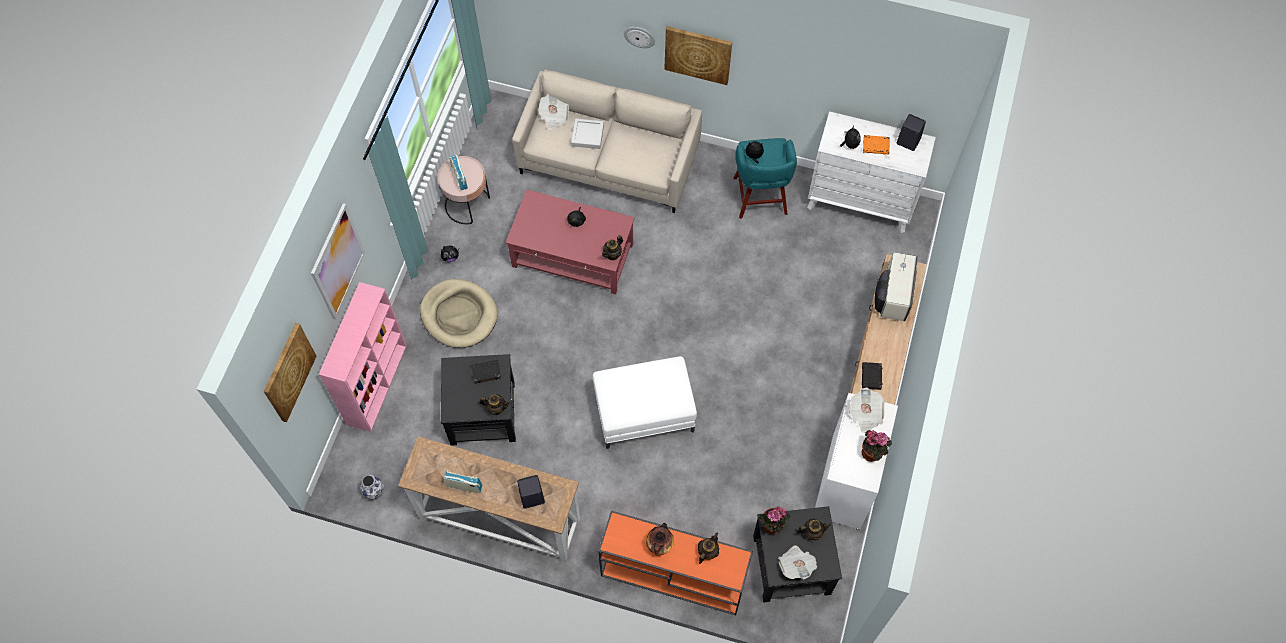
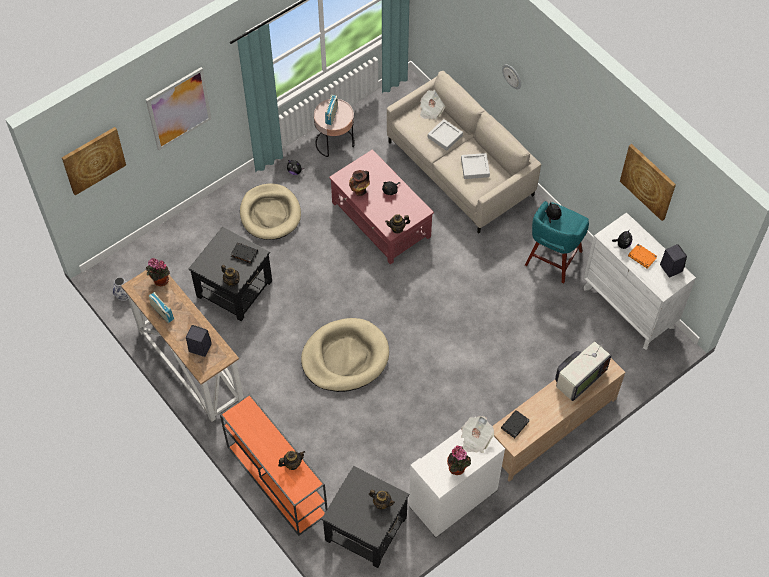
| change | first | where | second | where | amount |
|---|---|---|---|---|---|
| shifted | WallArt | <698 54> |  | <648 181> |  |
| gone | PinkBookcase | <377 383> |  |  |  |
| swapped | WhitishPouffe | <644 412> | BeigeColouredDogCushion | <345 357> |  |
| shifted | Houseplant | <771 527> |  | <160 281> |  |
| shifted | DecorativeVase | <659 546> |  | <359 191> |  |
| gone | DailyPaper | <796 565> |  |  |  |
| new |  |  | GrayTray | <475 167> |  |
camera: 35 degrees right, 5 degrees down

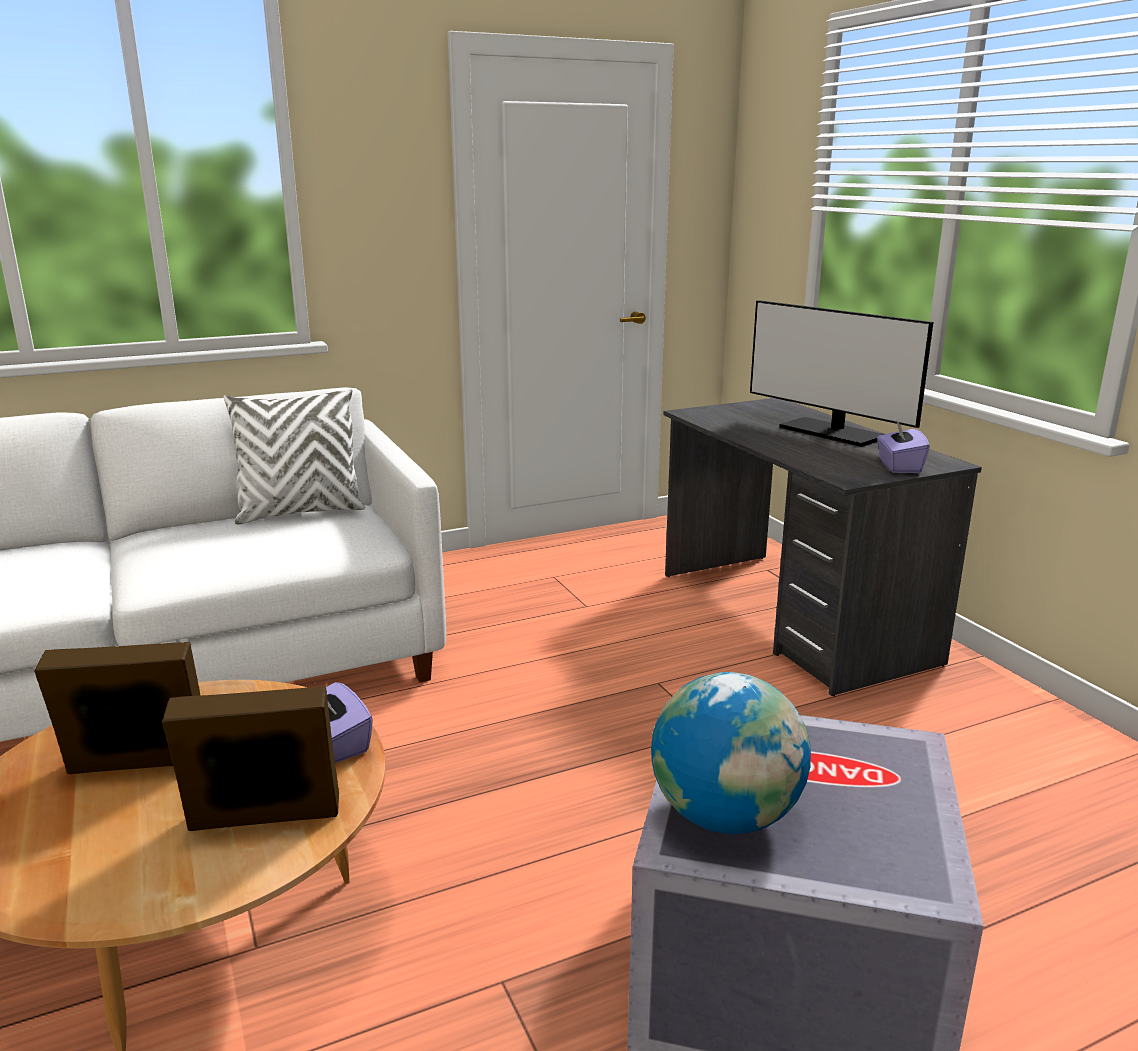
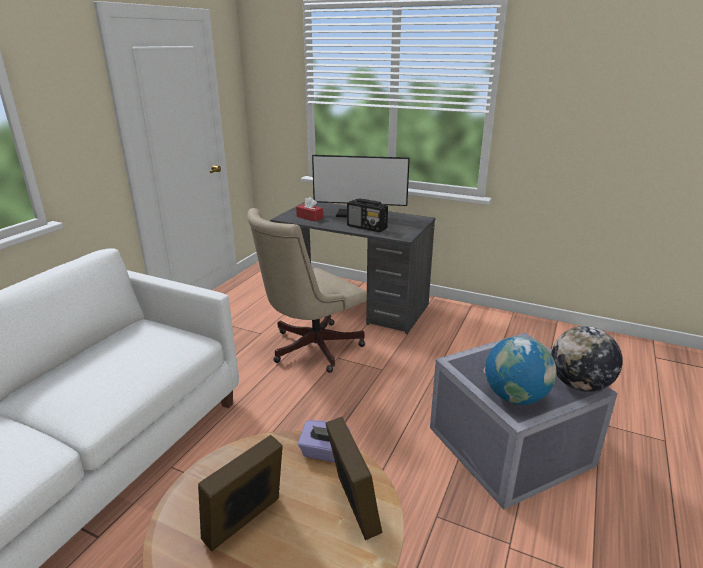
| change | first | where | second | where | amount |
|---|---|---|---|---|---|
| gone | WhitishThrowPillow | <300 513> |  |  |  |
| gone | PurpleTissueBox | <899 466> |  |  |  |
| rotated | StandingFrame | <263 822> |  | <353 506> | 120 degrees clockwise |
| new |  |  | RedTissueBox | <309 217> |  |
| new |  |  | RadioReceiver | <367 227> |  |
| new |  |  | BeigeColouredOfficeChair | <310 348> |  |
| new |  |  | Globe | <579 385> |  |
camera: 40 degrees left, 5 degrees up

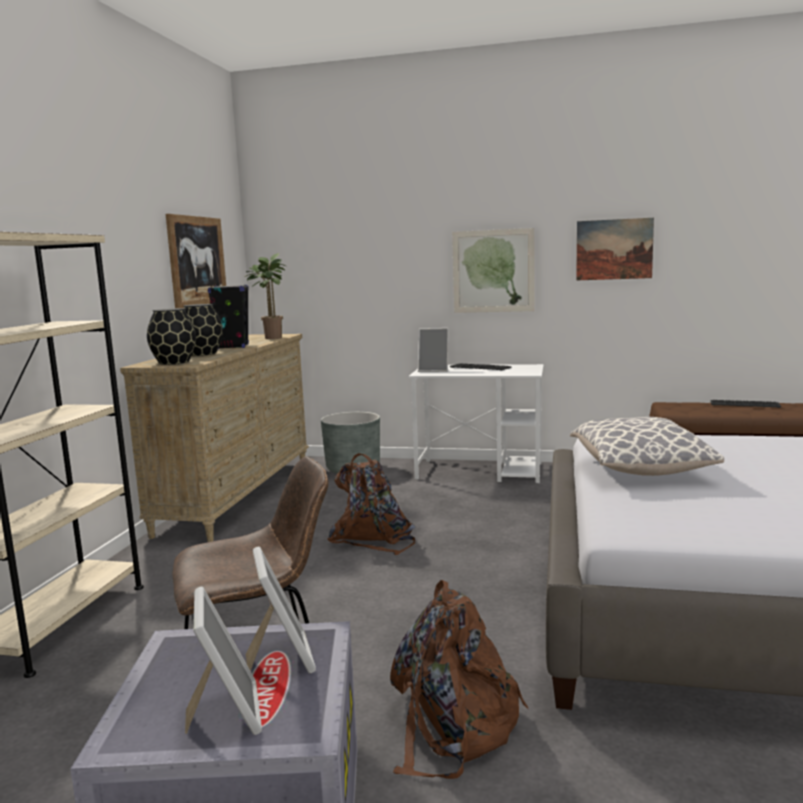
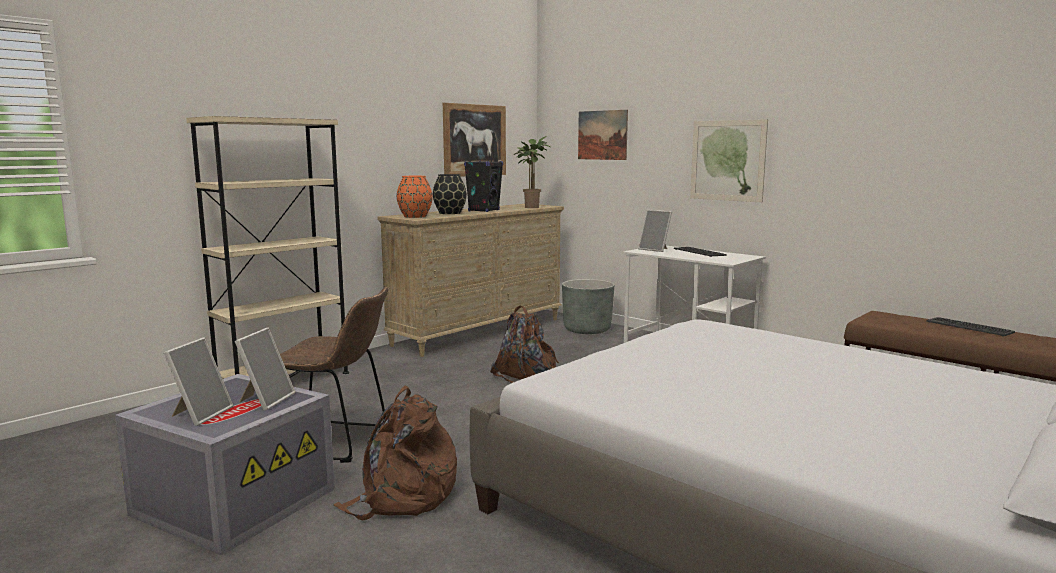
| change | first | where | second | where | amount |
|---|---|---|---|---|---|
| shifted | WallArt | <614 249> |  | <602 135> |  |
| repainted | BlackColouredDecorativeVase | <173 362> | OrangeDecorativeVase | <414 216> |  |
| gone | ThrowPillow | <640 469> |  |  |  |
camera: 30 degrees right, 0 degrees up

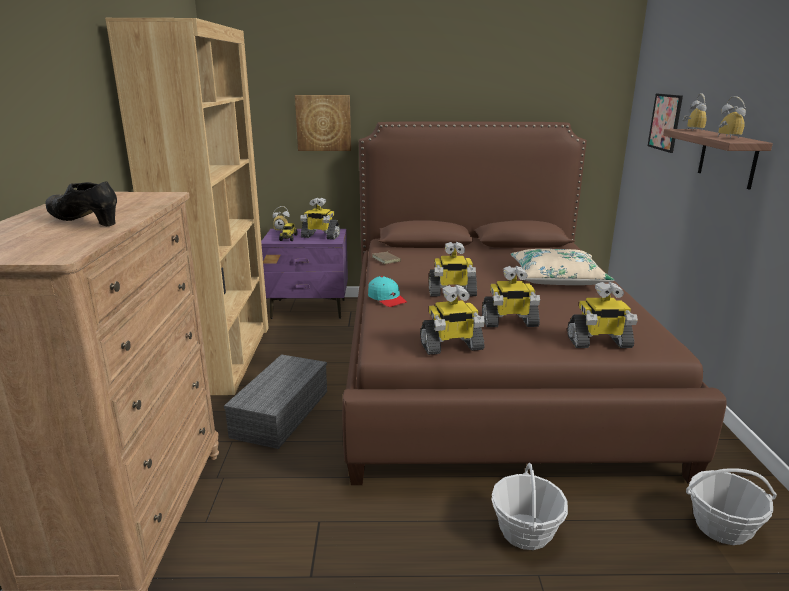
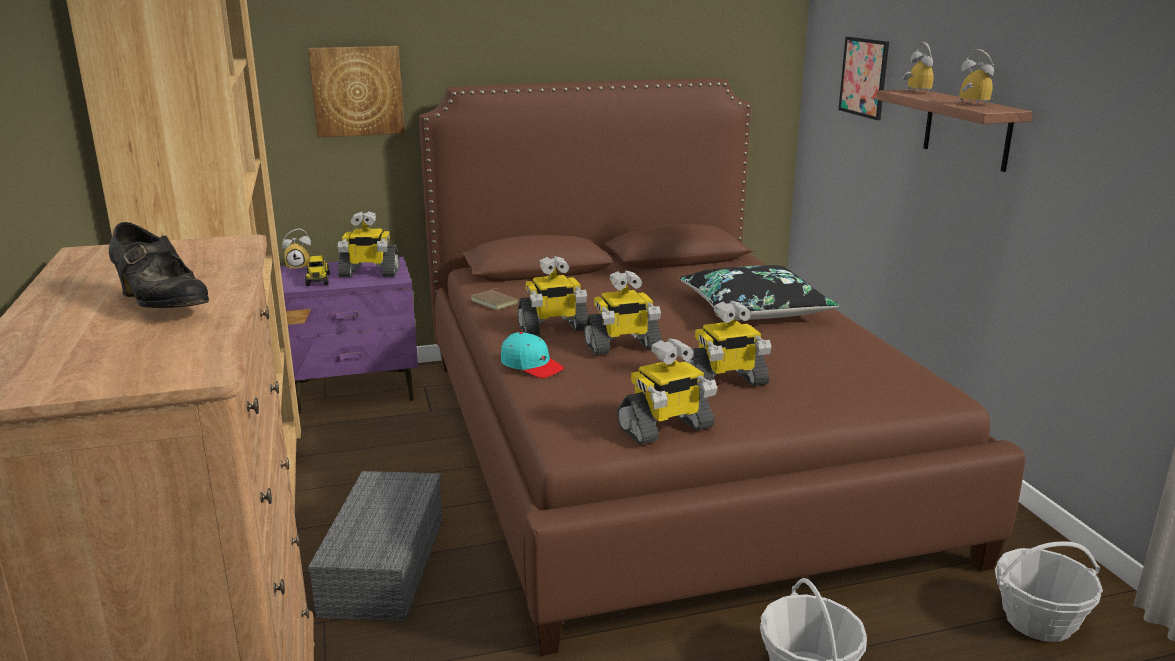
| change | first | where | second | where | amount |
|---|---|---|---|---|---|
| rotated | BlackColouredShoe | <85 222> |  | <161 305> | 150 degrees counterclockwise |
| repainted | BeigeColouredThrowPillow | <557 278> | BlackColouredThrowPillow | <754 309> |  |
| shifted | ToyRobot | <599 342> |  | <553 328> |  |
camera: 15 degrees left, 0 degrees up

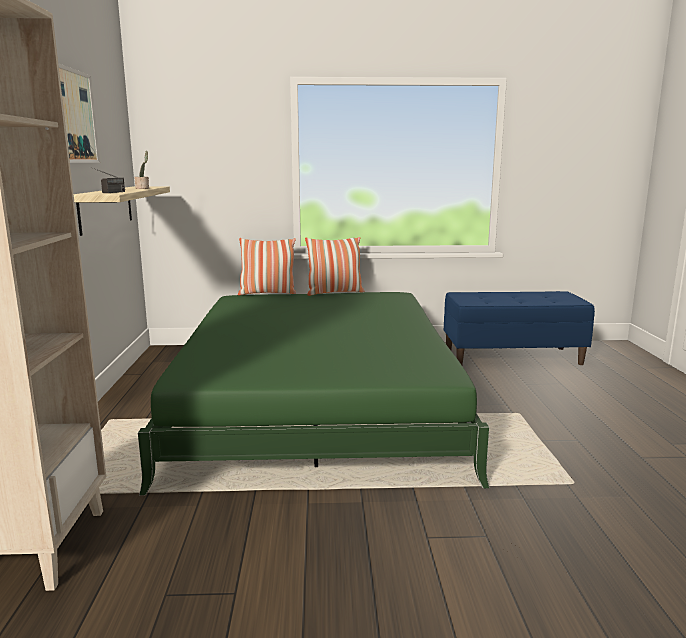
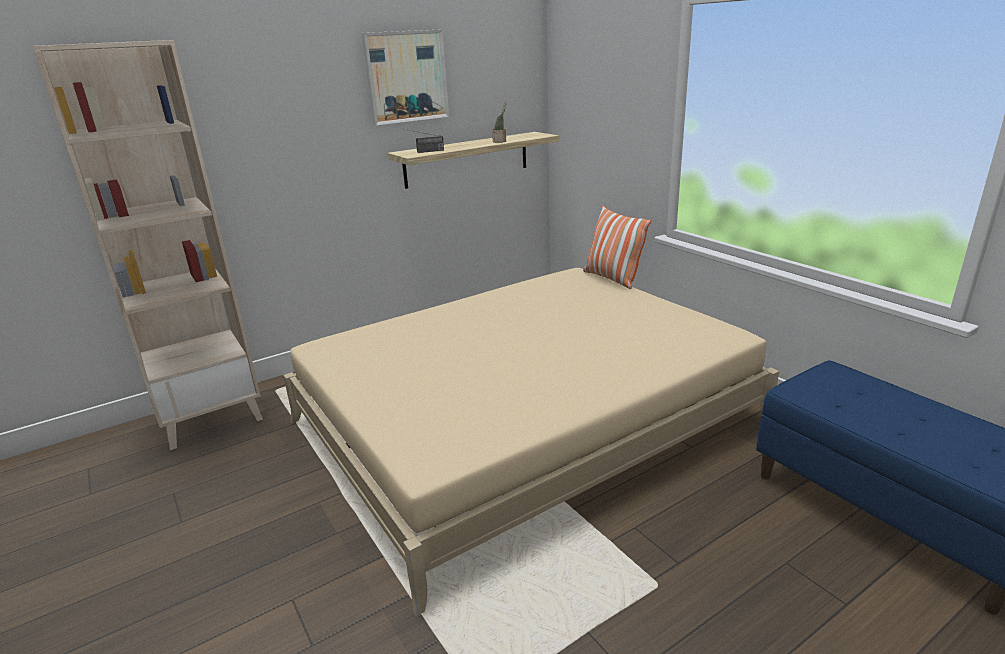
| change | first | where | second | where | amount |
|---|---|---|---|---|---|
| gone | ThrowPillow | <334 292> |  |  |  |
| repainted | GreenBed | <317 401> | BeigeColouredBed | <524 421> |  |
camera: 60 degrees right, 10 degrees up

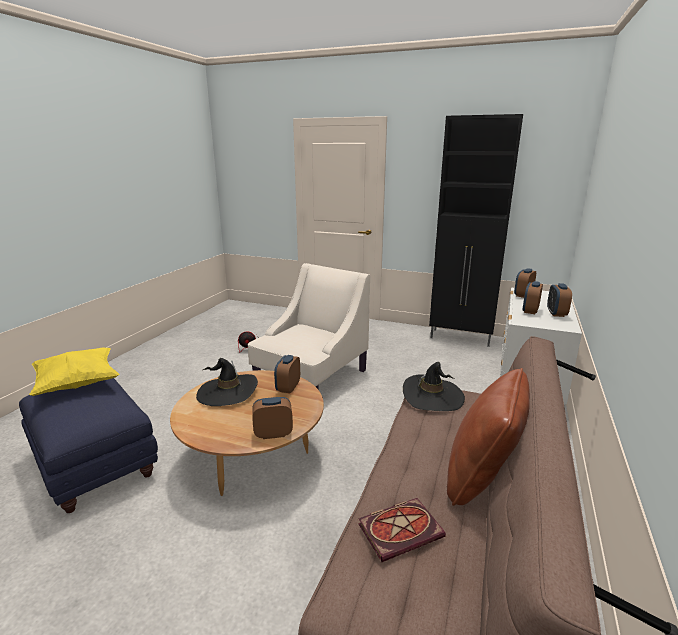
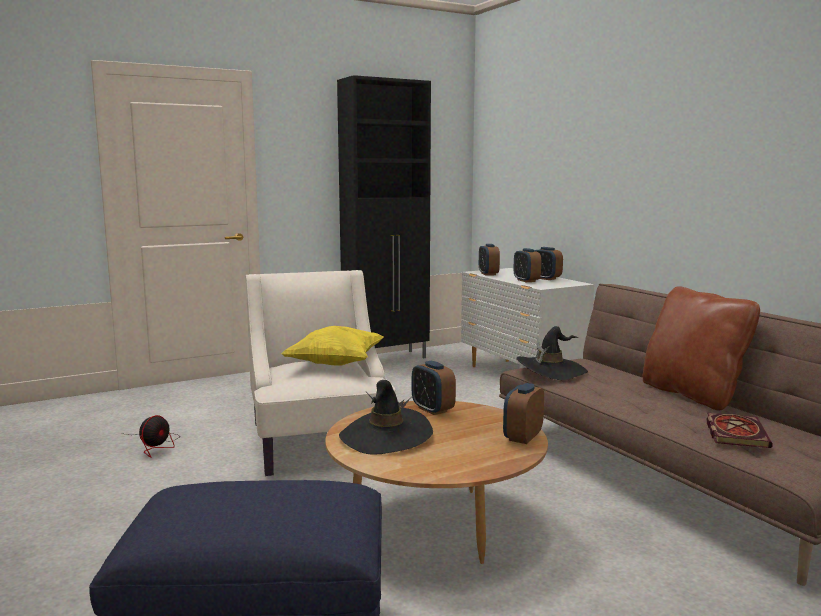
| change | first | where | second | where | amount |
|---|---|---|---|---|---|
| shifted | YellowColouredThrowPillow | <78 384> |  | <335 364> |  |
camera: 50 degrees left, 10 degrees down

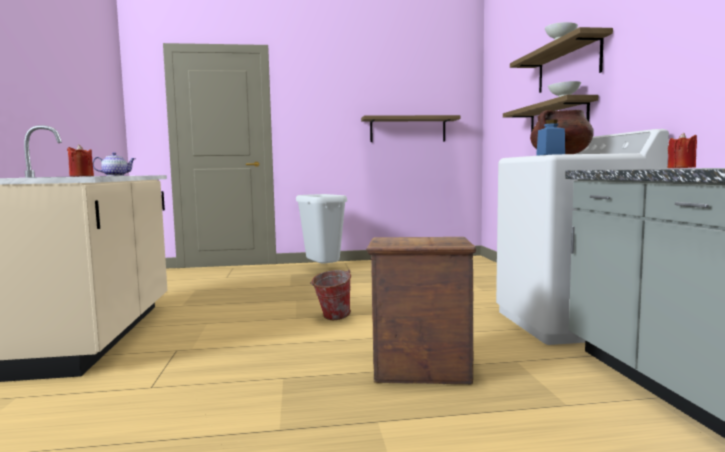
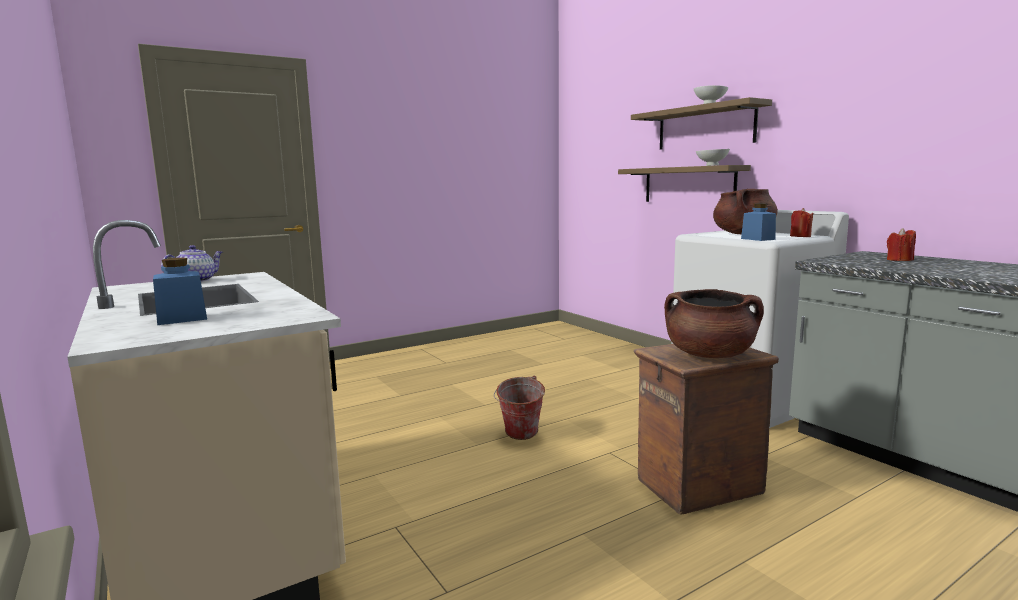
| change | first | where | second | where | amount |
|---|---|---|---|---|---|
| gone | WallShelf | <408 129> |  |  |  |
| shifted | RedWaxLight | <81 176> |  | <800 236> |  |
| gone | GrayWasteBin | <323 271> |  |  |  |
| new |  |  | BluishPreserveJar | <182 319> |  |
| new |  |  | BrownColouredCookingPot | <709 355> |  |
camera: 25 degrees left, 5 degrees up

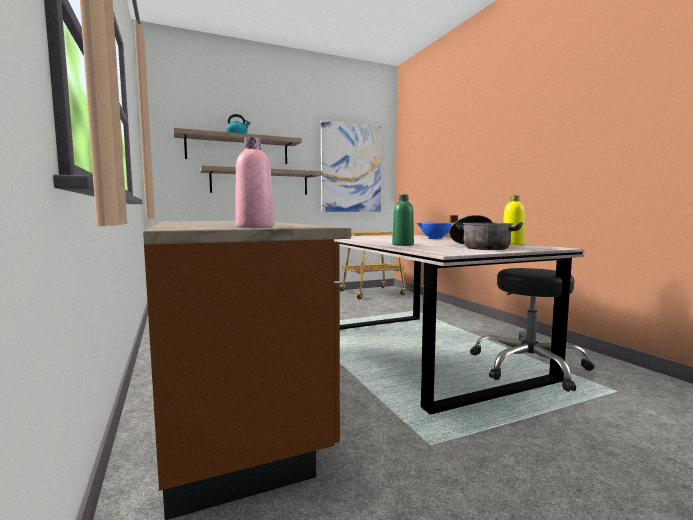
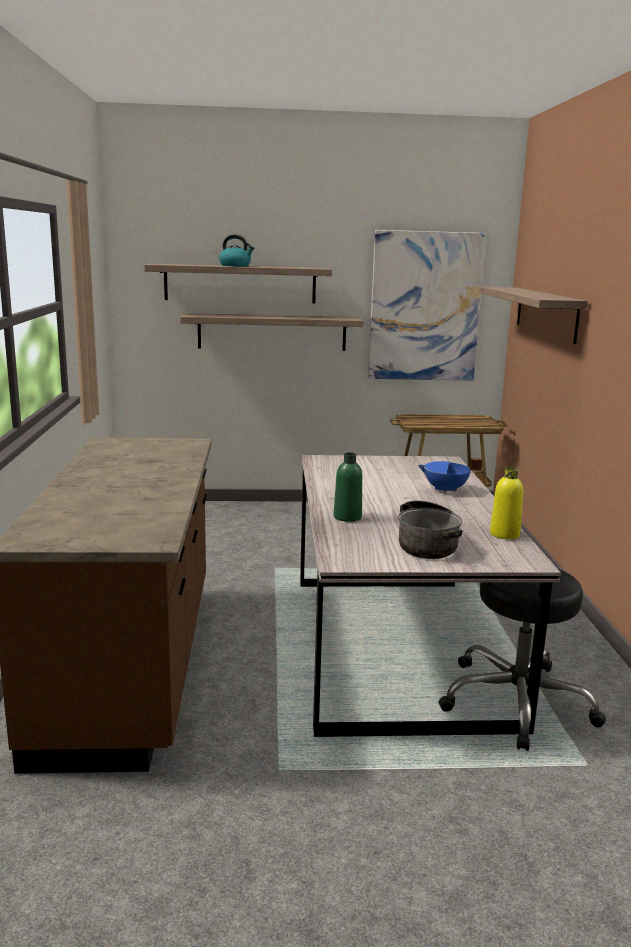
| change | first | where | second | where | amount |
|---|---|---|---|---|---|
| gone | PinkBottle | <255 227> |  |  |  |
| new |  |  | WallShelf | <546 313> |  |
camera: 20 degrees right, 10 degrees up

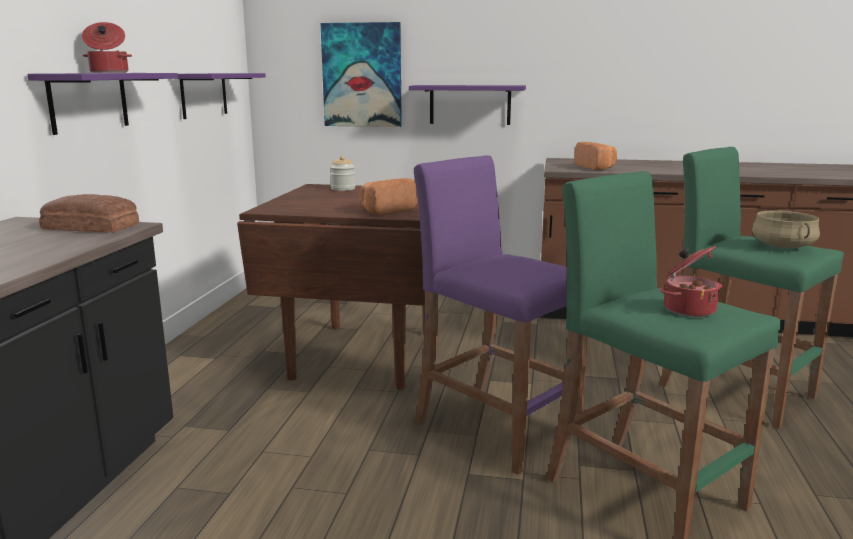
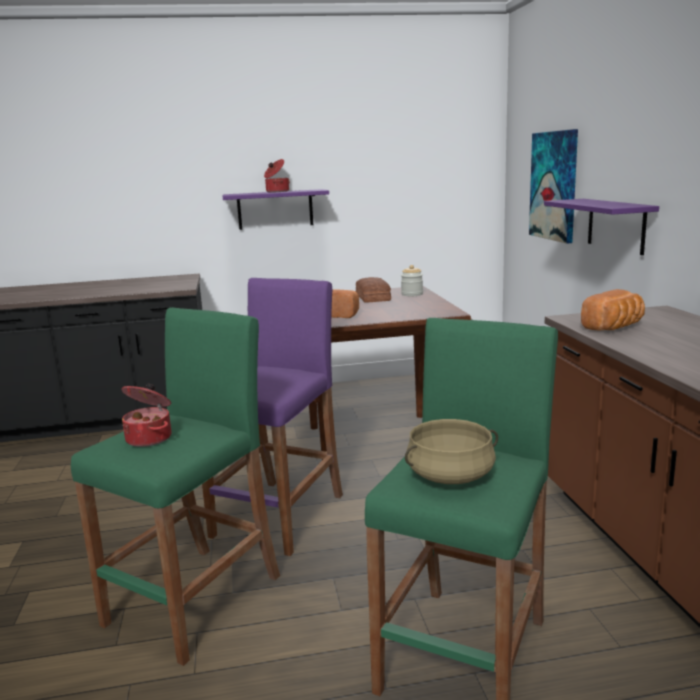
| change | first | where | second | where | amount |
|---|---|---|---|---|---|
| gone | PurpleWallShelf | <204 95> |  |  |  |
| shifted | Bread | <91 226> |  | <373 297> |  |
camera: 70 degrees right, 0 degrees up

